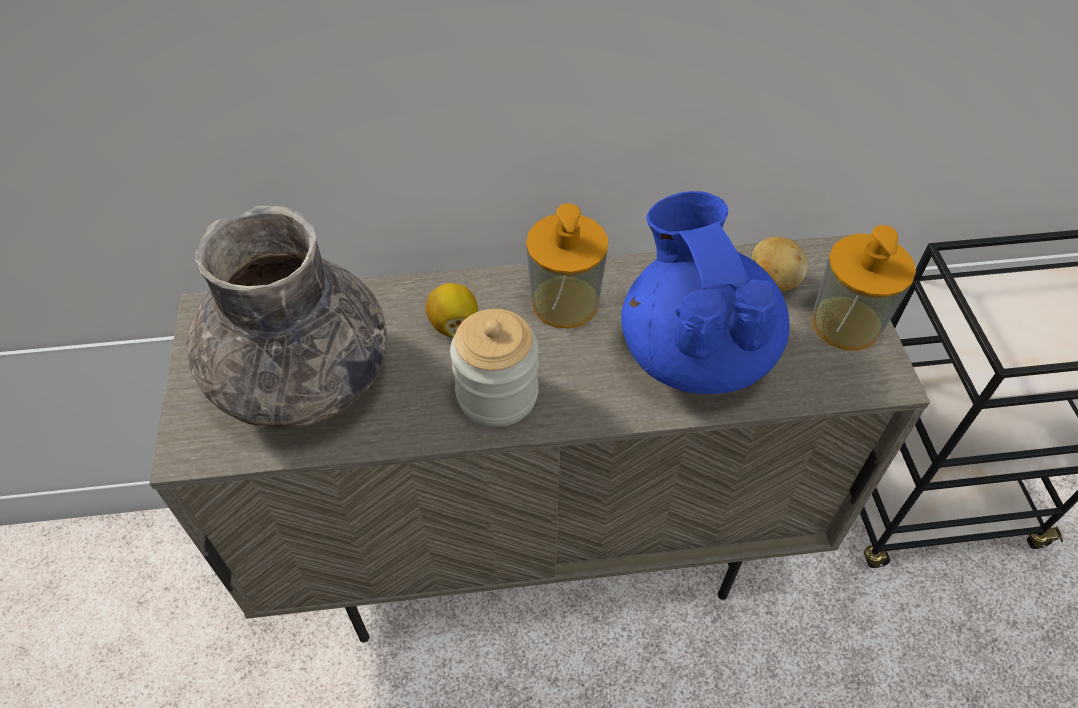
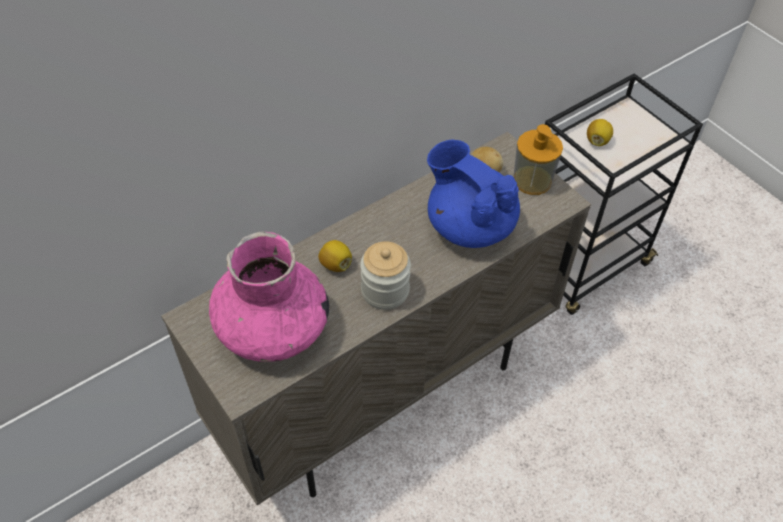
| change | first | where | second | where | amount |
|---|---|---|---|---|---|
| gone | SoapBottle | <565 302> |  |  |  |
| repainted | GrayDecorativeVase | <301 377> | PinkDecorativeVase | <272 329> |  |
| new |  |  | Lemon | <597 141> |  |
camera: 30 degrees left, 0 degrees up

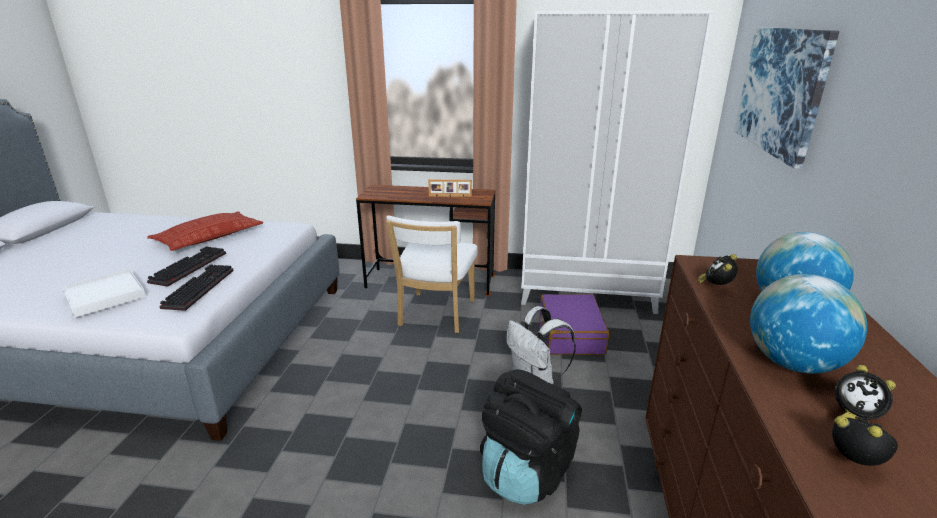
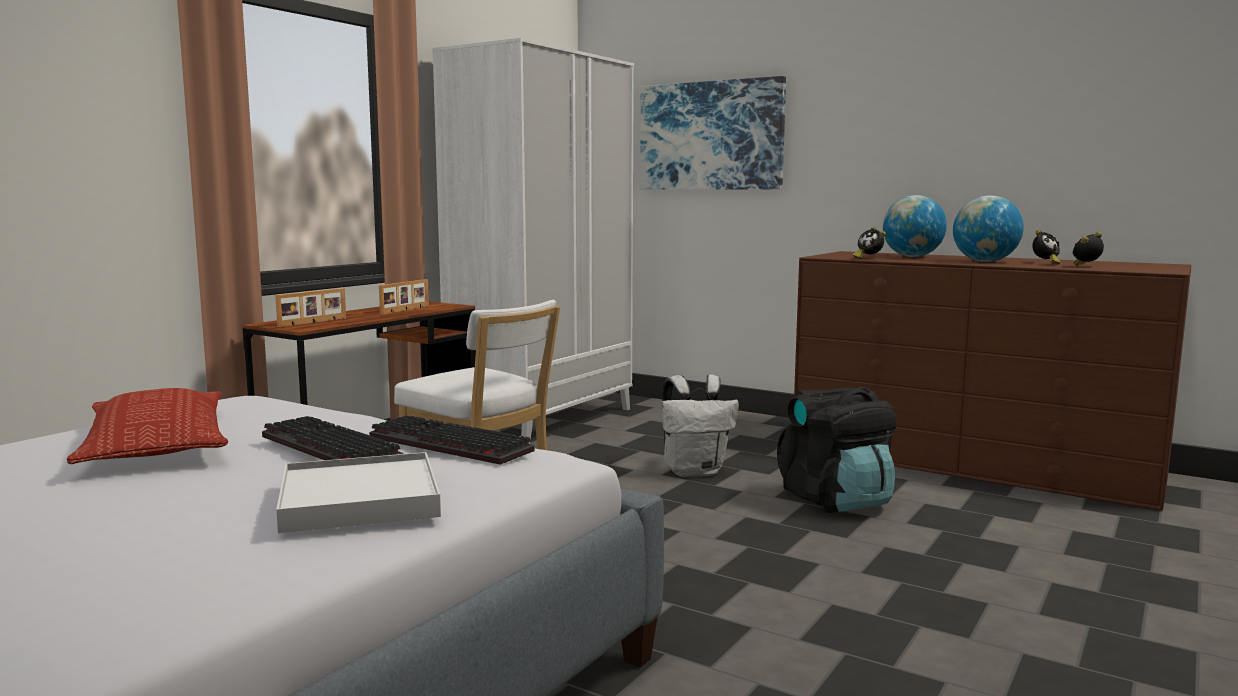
| change | first | where | second | where | amount |
|---|---|---|---|---|---|
| gone | PurplePieceOfLuggage | <570 334> |  |  |  |
| new |  |  | StandingFrame | <313 322> |  |
camera: 65 degrees left, 15 degrees down

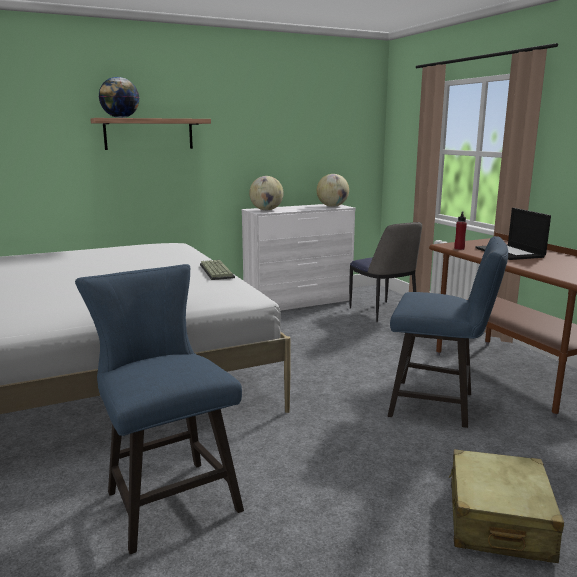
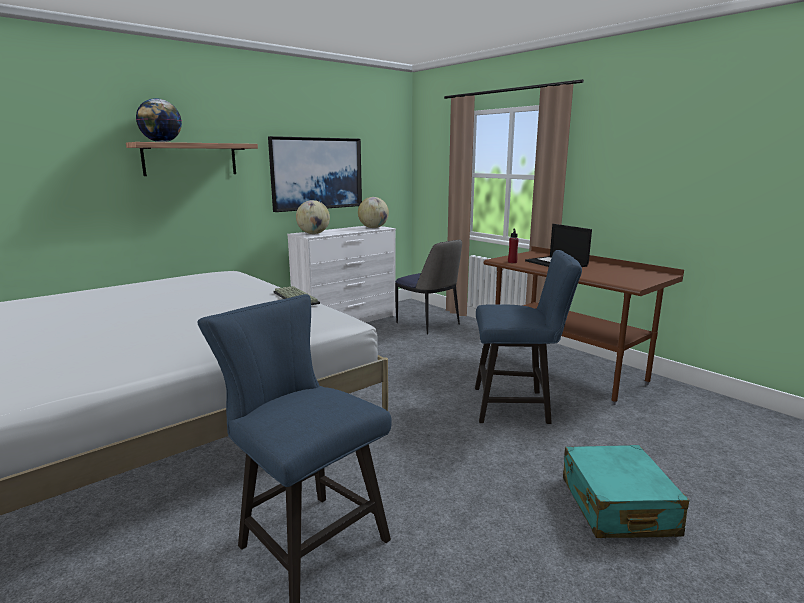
| change | first | where | second | where | amount |
|---|---|---|---|---|---|
| repainted | BeigeColouredPieceOfLuggage | <498 521> | BlueGreenPieceOfLuggage | <617 506> |  |
| new |  |  | WallArt | <316 173> |  |
camera: 15 degrees left, 0 degrees up

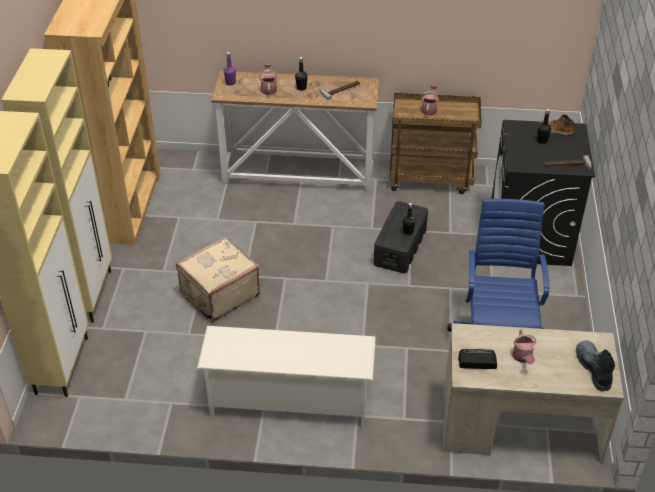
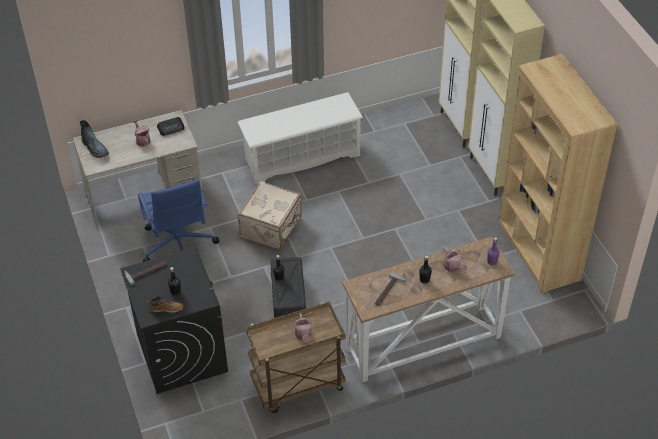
| change | first | where | second | where | amount |
|---|---|---|---|---|---|
| shifted | BeigeColouredPieceOfLuggage | <219 294> |  | <272 227> |  |
camera: 155 degrees right, 5 degrees up

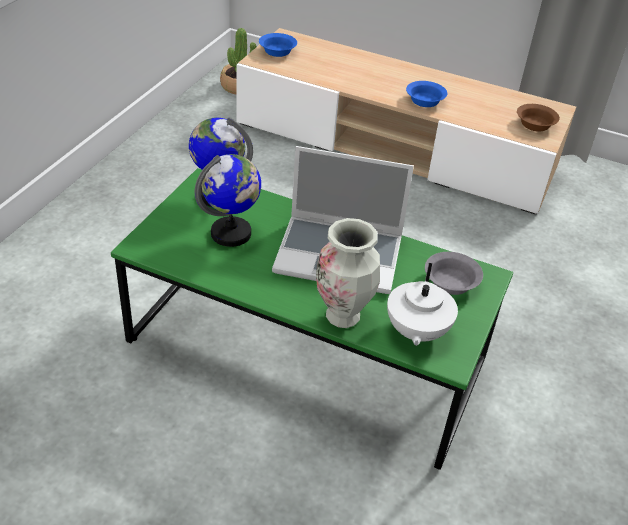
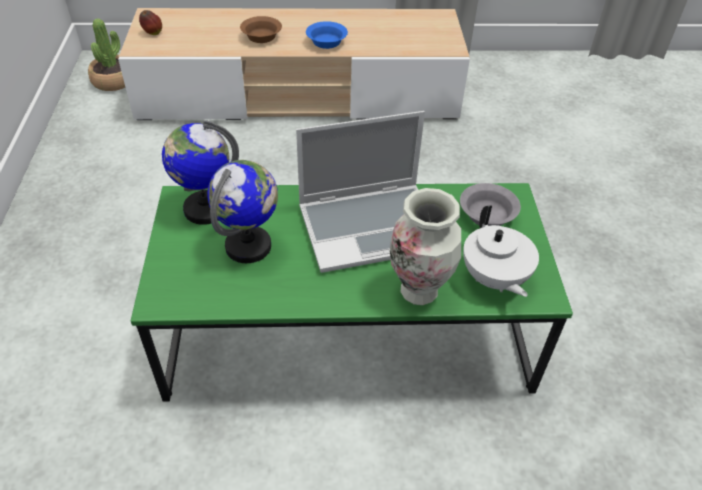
| change | first | where | second | where | amount |
|---|---|---|---|---|---|
| swapped | BluishBowl | <277 52> | AppleFruit | <152 33> |  |
| shifted | BrownColouredBowl | <535 125> |  | <262 37> |  |
camera: 25 degrees left, 5 degrees up

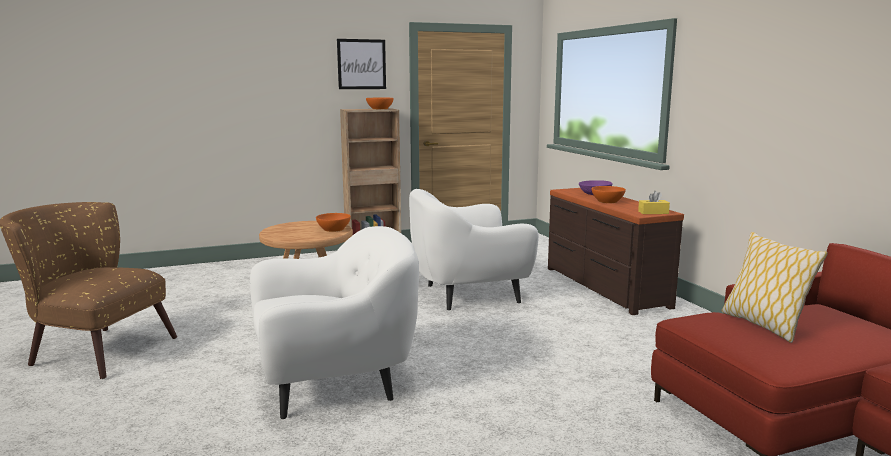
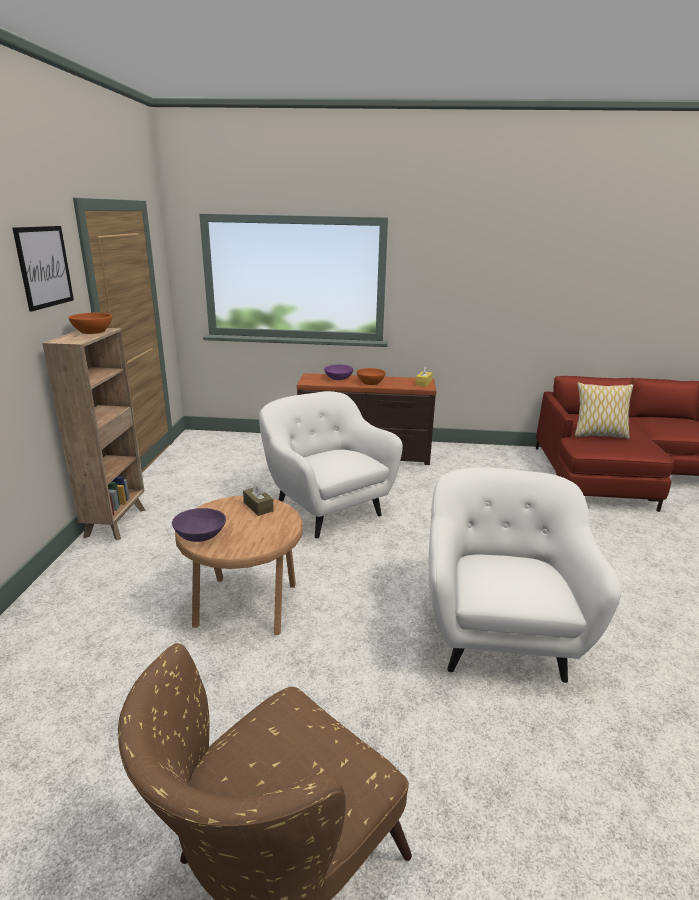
| change | first | where | second | where | amount |
|---|---|---|---|---|---|
| rotated | WhitishEasyChair | <468 294> |  | <326 508> | 135 degrees clockwise |
| swapped | OrangeBowl | <333 229> | BrownColouredTissueBox | <258 507> |  |
| new |  |  | PurpleBowl | <200 536> |  |
camera: 65 degrees left, 10 degrees up

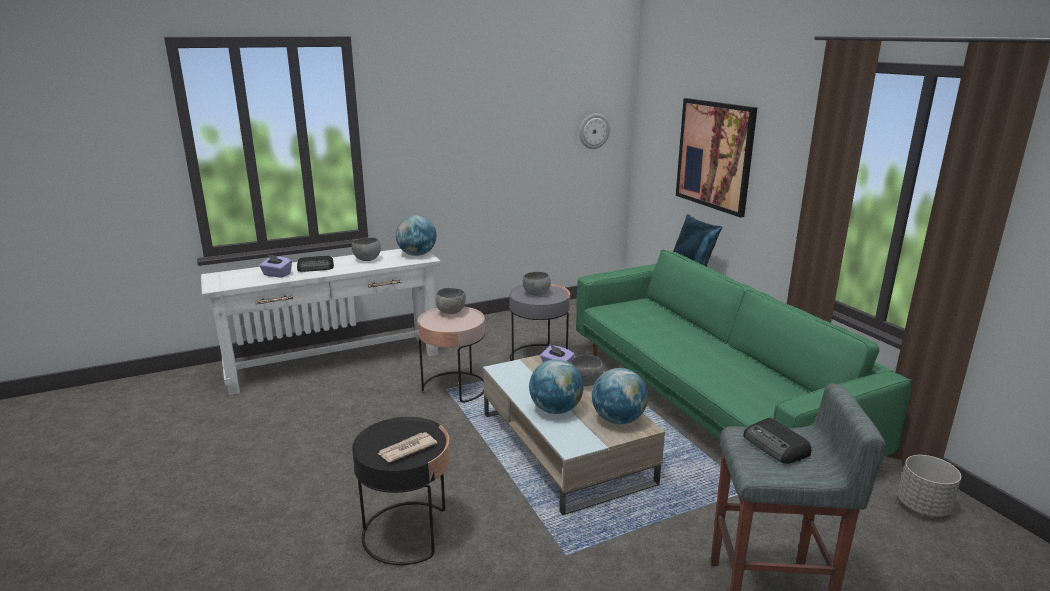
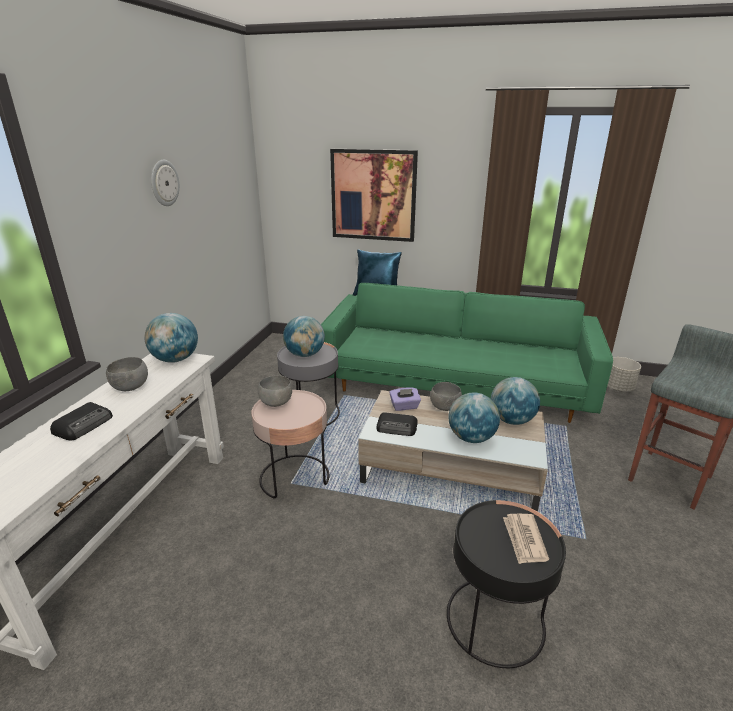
| change | first | where | second | where | amount |
|---|---|---|---|---|---|
| shifted | HangingClock | <594 131> |  | <164 183> |  |
| gone | PurpleTissueBox | <277 274> |  |  |  |
| swapped | GrayBowl | <536 294> | Globe | <305 355> |  |
| shifted | RadioReceiver | <776 446> |  | <397 428> |  |
camera: 50 degrees left, 5 degrees up

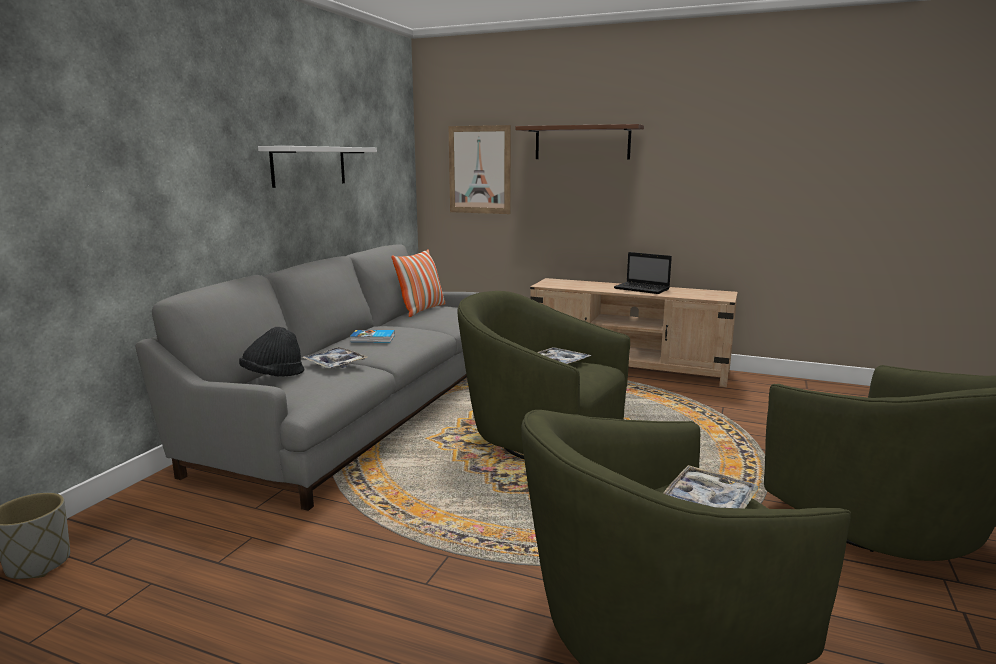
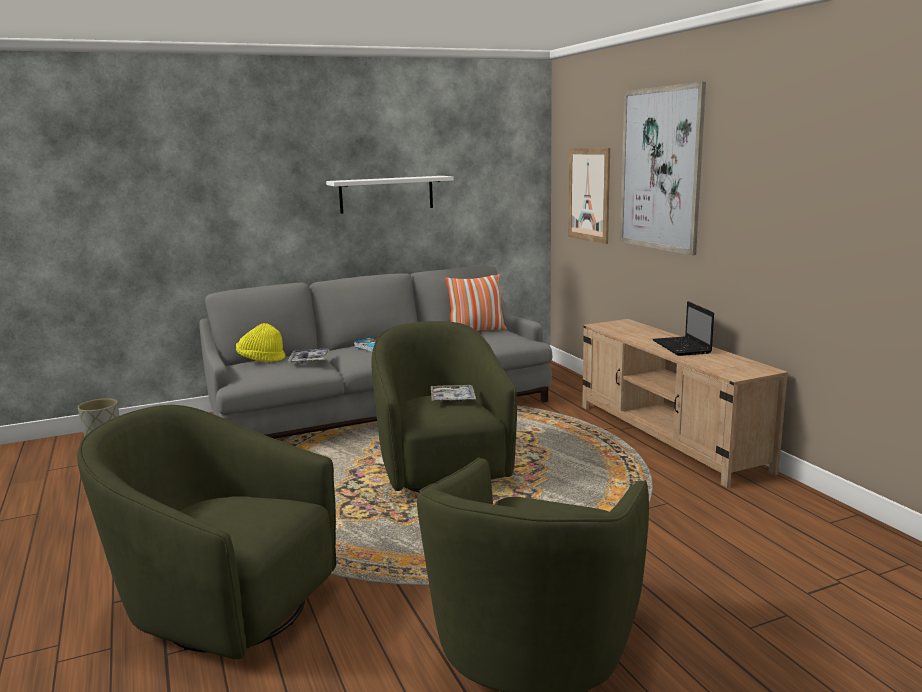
| change | first | where | second | where | amount |
|---|---|---|---|---|---|
| swapped | BrownColouredWallShelf | <582 142> | WallArt | <660 169> |  |
| repainted | BlackColouredClothingHat | <273 376> | YellowColouredClothingHat | <261 360> |  |
| gone | Tray | <709 500> |  |  |  |
camera: 45 degrees right, 0 degrees up

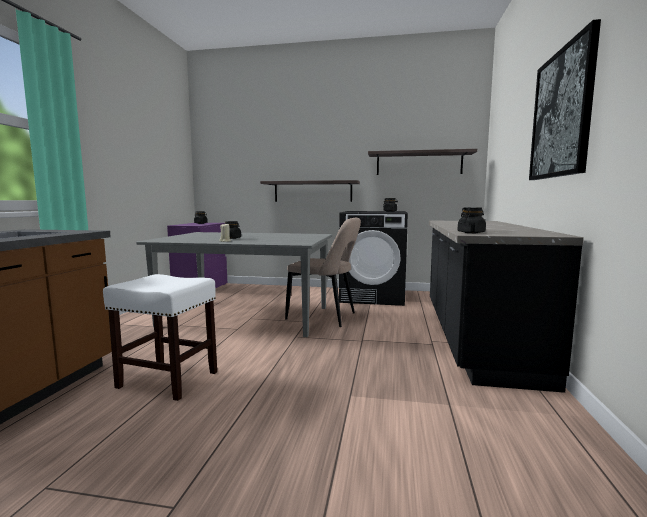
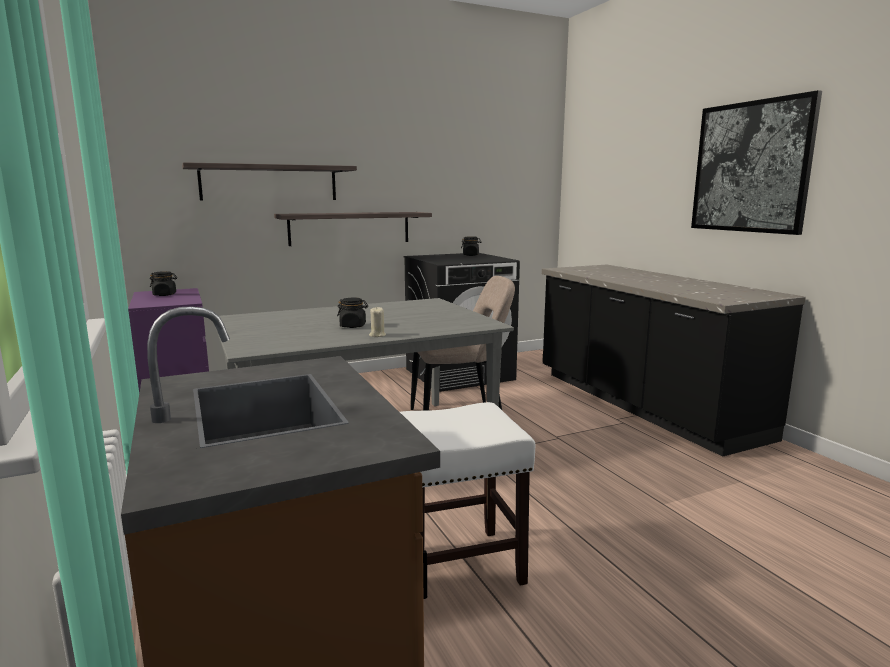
| change | first | where | second | where | amount |
|---|---|---|---|---|---|
| shifted | WallShelf | <419 163> |  | <269 183> |  |
| gone | BlackColouredPreserveJar | <471 232> |  |  |  |
camera: 35 degrees left, 5 degrees up

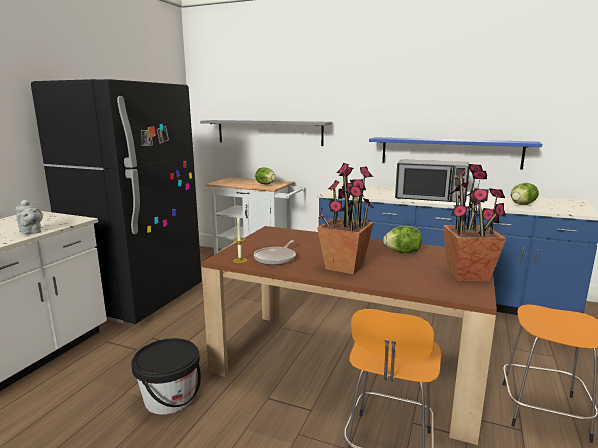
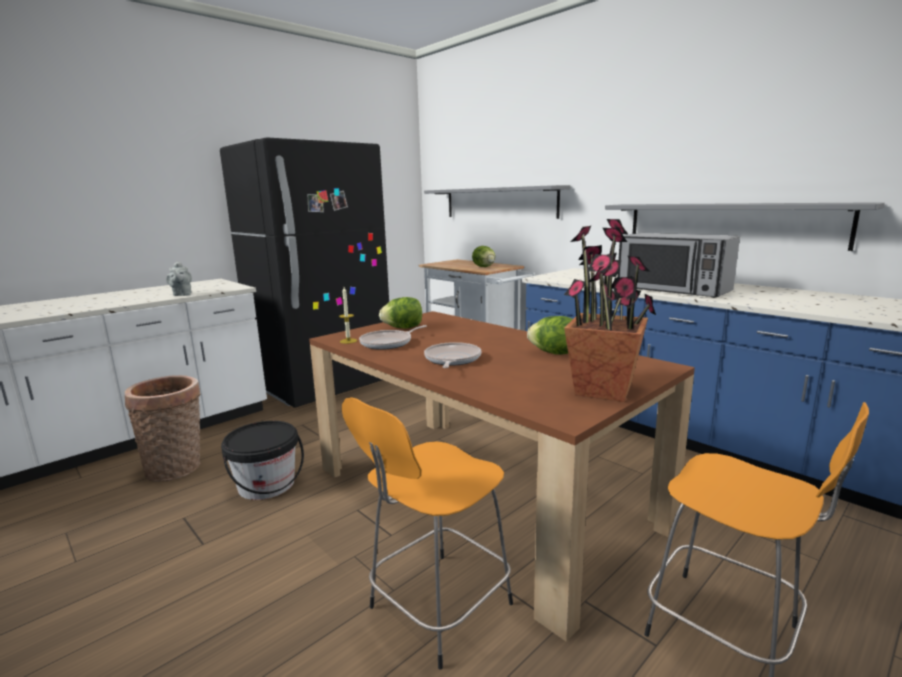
| change | first | where | second | where | amount |
|---|---|---|---|---|---|
| repainted | BluishWallShelf | <449 152> | GrayWallShelf | <729 224> |  |
| swapped | Houseplant | <344 266> | FryingPan | <452 360> |  |
| shifted | LettuceHead | <522 204> |  | <403 328> |  |
| new |  |  | StorageBasket | <177 468> |  |
camera: 25 degrees right, 0 degrees up

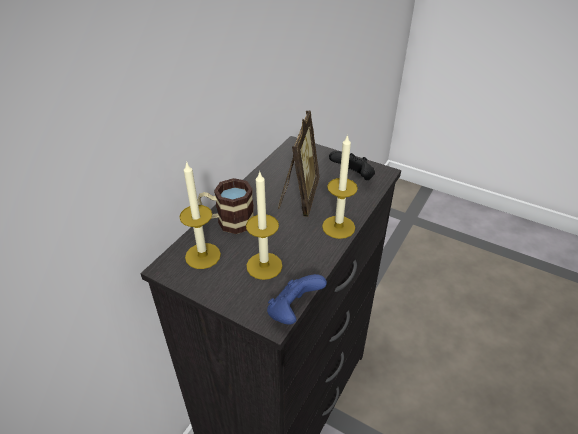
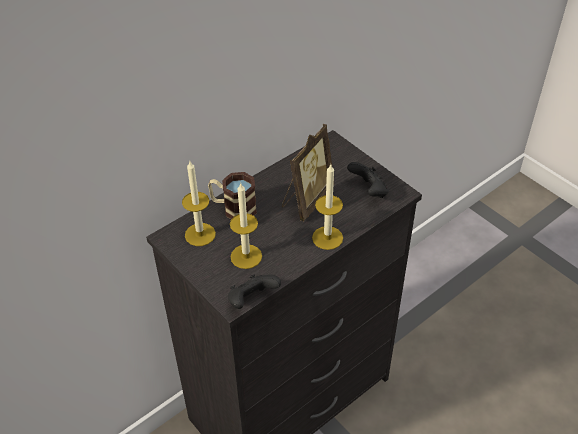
| change | first | where | second | where | amount |
|---|---|---|---|---|---|
| repainted | BluishGamepad | <293 311> | BlackColouredGamepad | <252 300> |  |
camera: 20 degrees right, 5 degrees up

